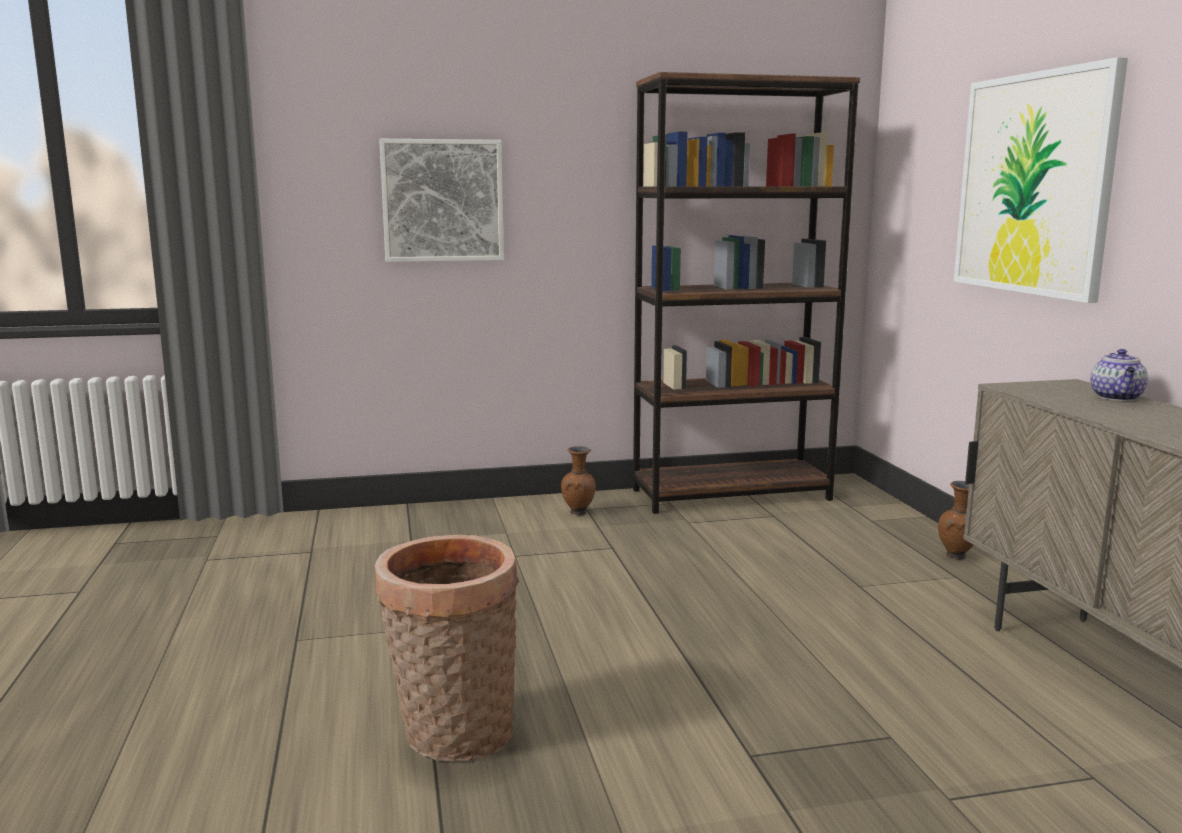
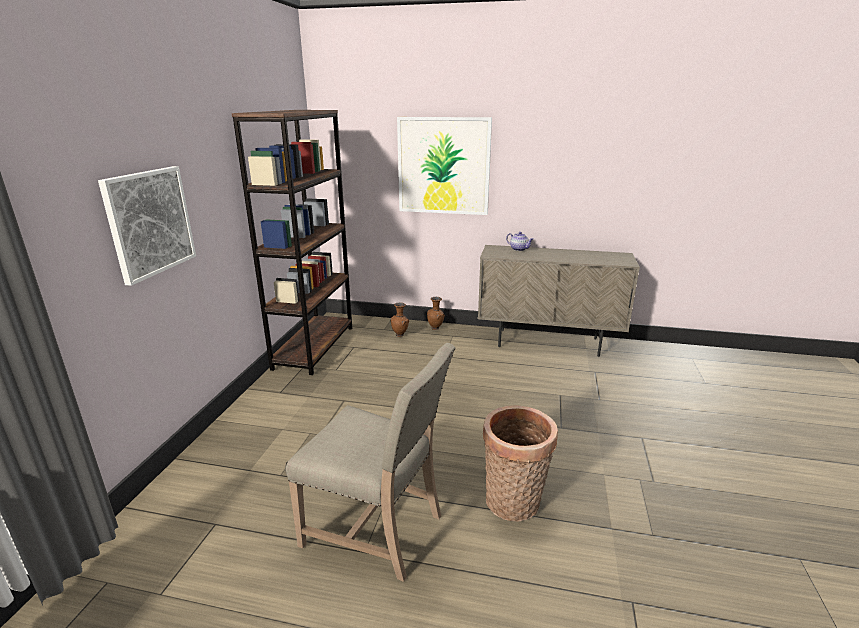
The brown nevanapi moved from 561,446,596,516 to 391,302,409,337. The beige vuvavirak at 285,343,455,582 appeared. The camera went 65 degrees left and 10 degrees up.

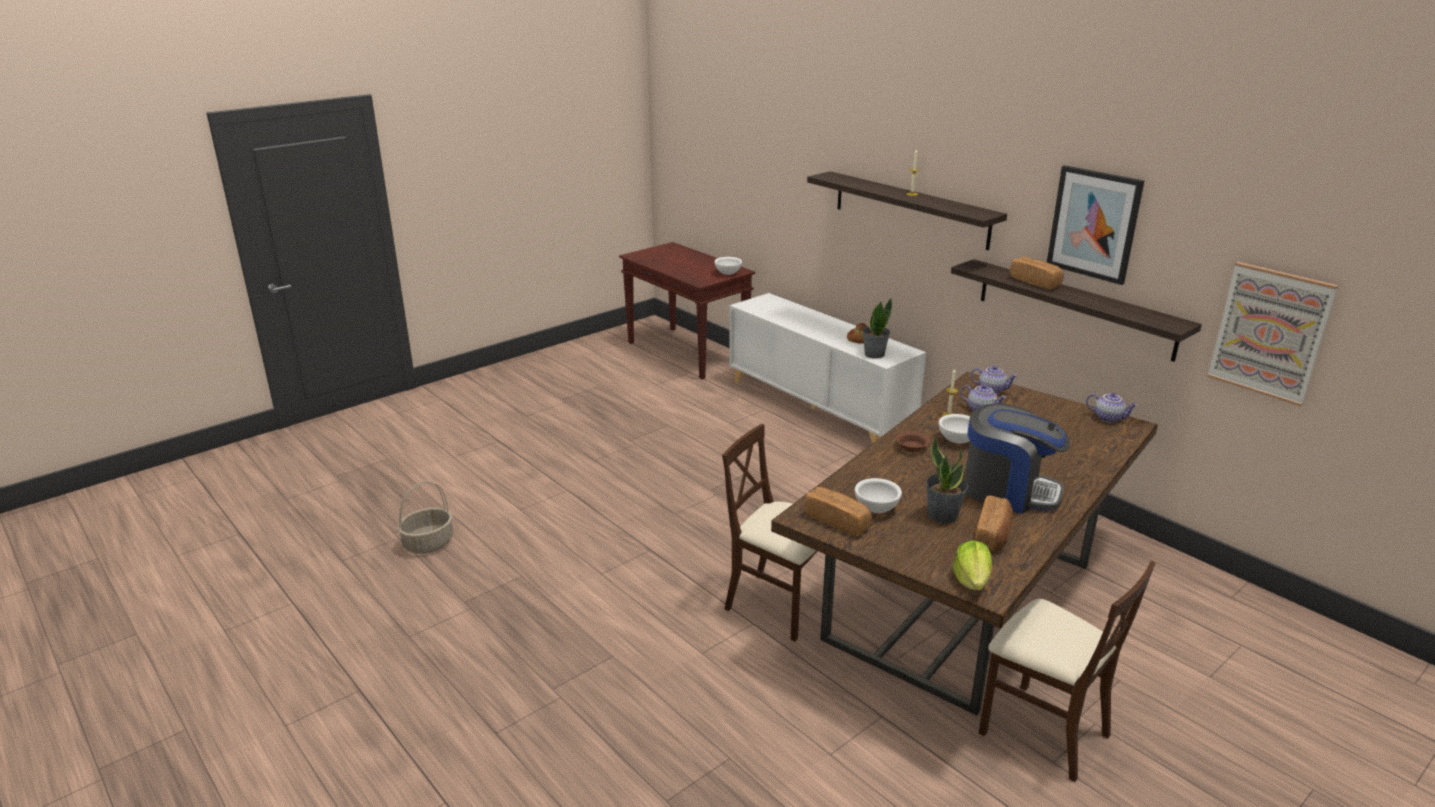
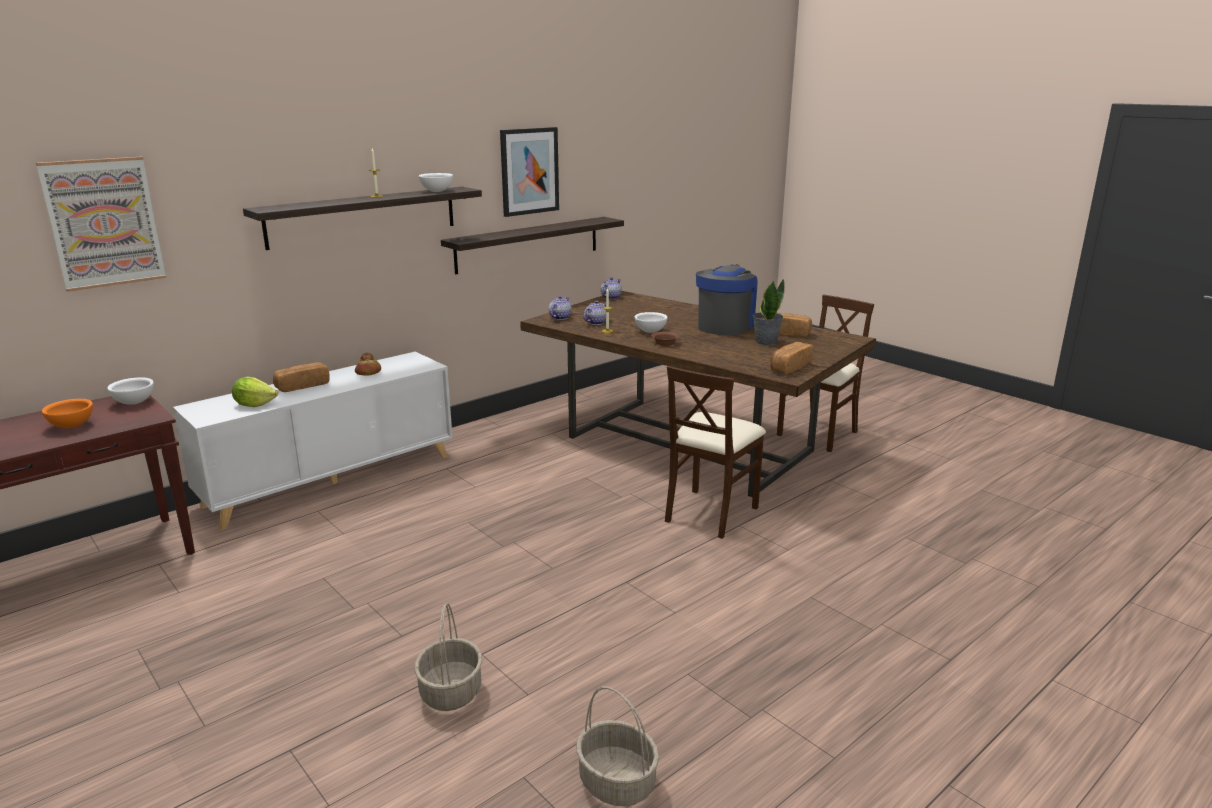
The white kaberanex moved from 855,478,902,513 to 419,173,453,192. The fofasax at 862,298,892,359 disappeared. The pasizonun moved from 953,540,992,590 to 232,376,278,407. The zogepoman moved from 1010,257,1064,290 to 273,362,330,392. The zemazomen moved from 1207,262,1338,406 to 36,157,166,292. The orange kaberanex at 42,399,93,428 appeared. The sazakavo at 415,603,482,711 appeared. The camera went 90 degrees left and 5 degrees down.

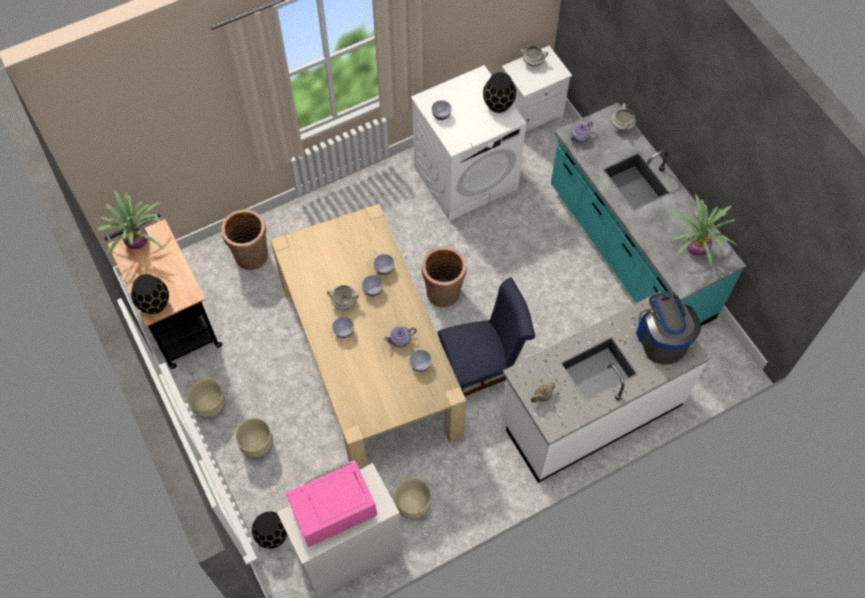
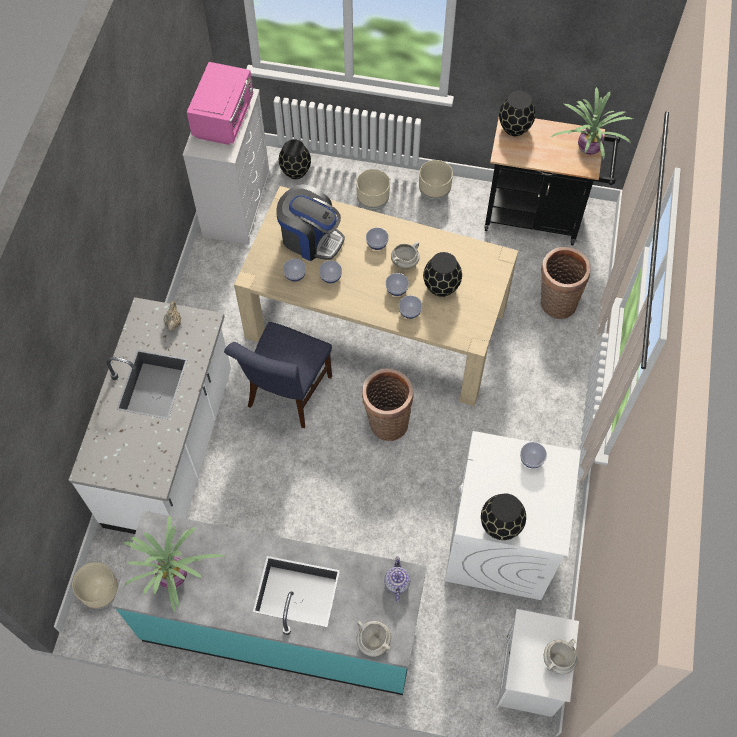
The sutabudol at 384,326,417,348 was replaced by the kaberanex at 319,260,342,283. The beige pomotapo moved from 395,478,431,520 to 72,562,118,609. The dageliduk moved from 636,292,701,365 to 276,184,345,261. The black nevanapi at 423,252,462,297 appeared. The camera went 130 degrees right and 0 degrees up.

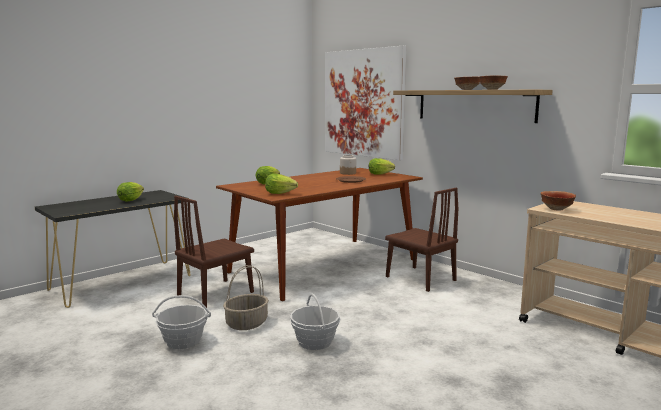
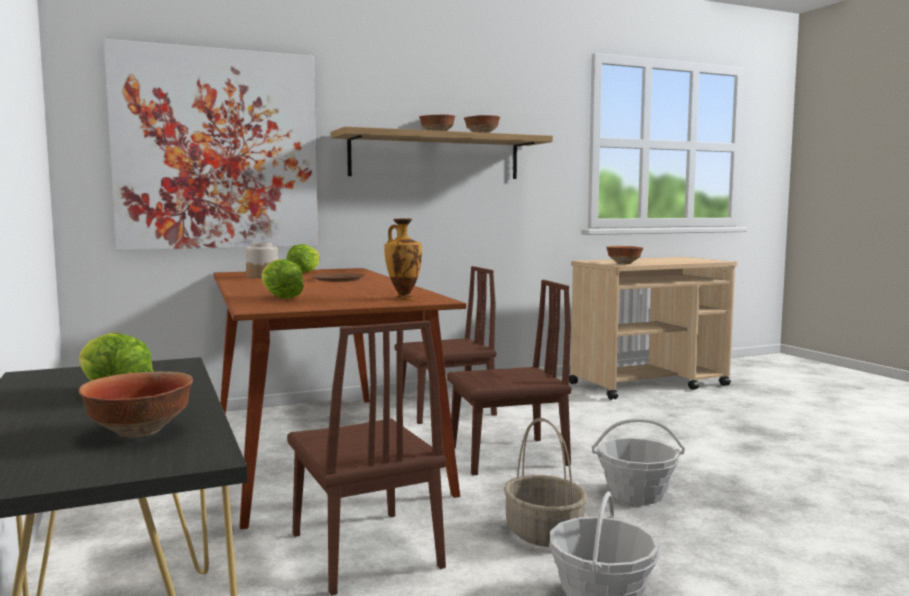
The pasizonun at 265,174,298,194 was replaced by the nevanapi at 384,218,422,300. The kaberanex at 79,371,193,438 appeared. The brown vuvavirak at 447,280,571,475 appeared. The camera went 70 degrees left and 5 degrees down.

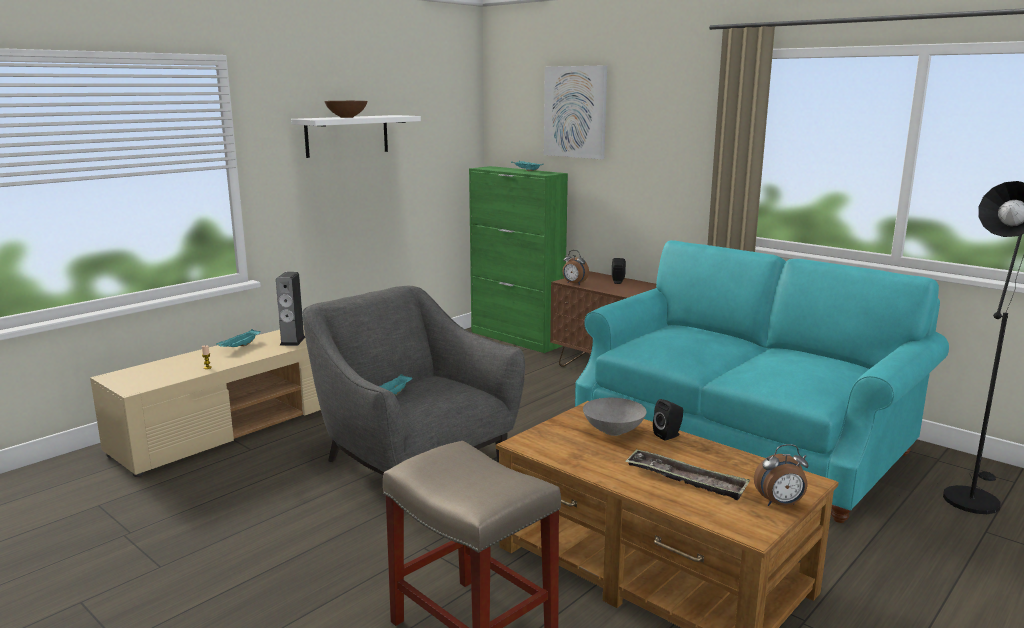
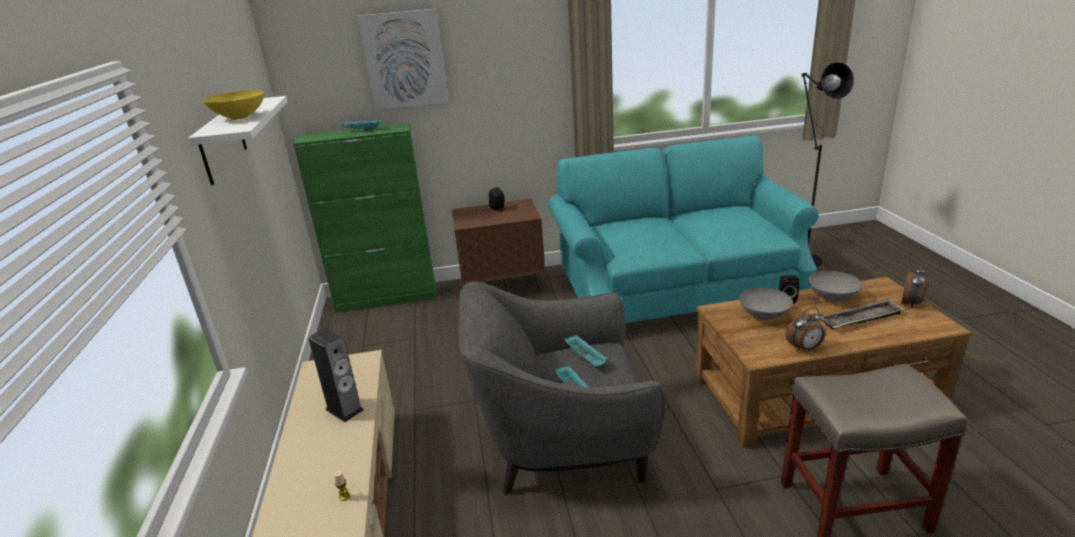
The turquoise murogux moved from 216,329,261,347 to 564,335,608,366. The brown kaberanex at 324,101,367,118 became the yellow kaberanex at 203,90,264,120. The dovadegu moved from 563,250,589,285 to 786,307,826,352. The grey kaberanex at 808,271,862,301 appeared. The camera went 50 degrees left and 10 degrees up.

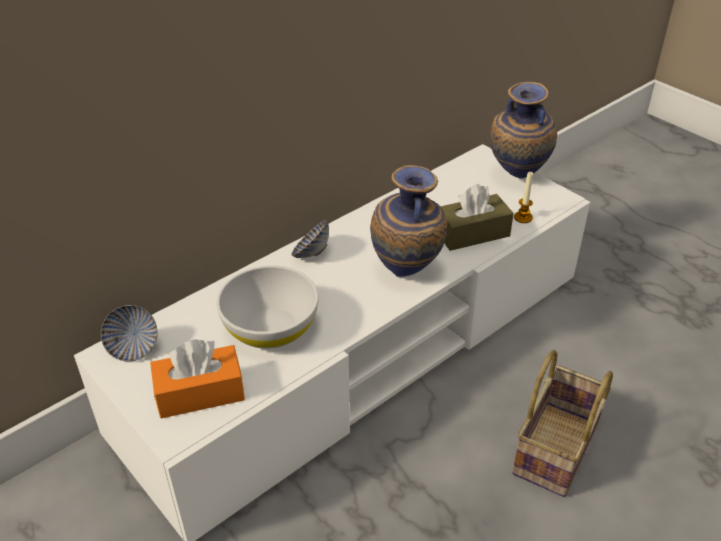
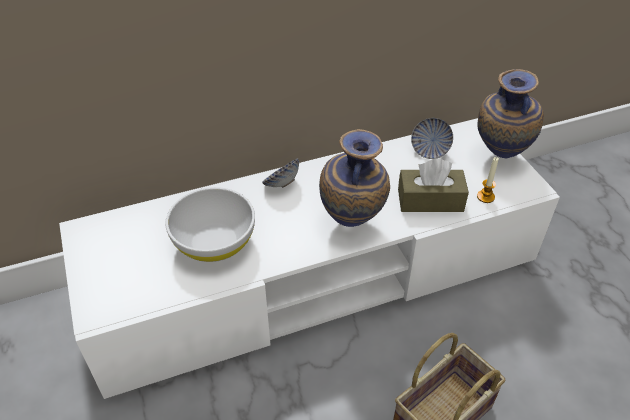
The kaberanex moved from 101,305,158,361 to 411,118,453,159. The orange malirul at 150,339,245,418 disappeared. The camera went 20 degrees right and 5 degrees up.

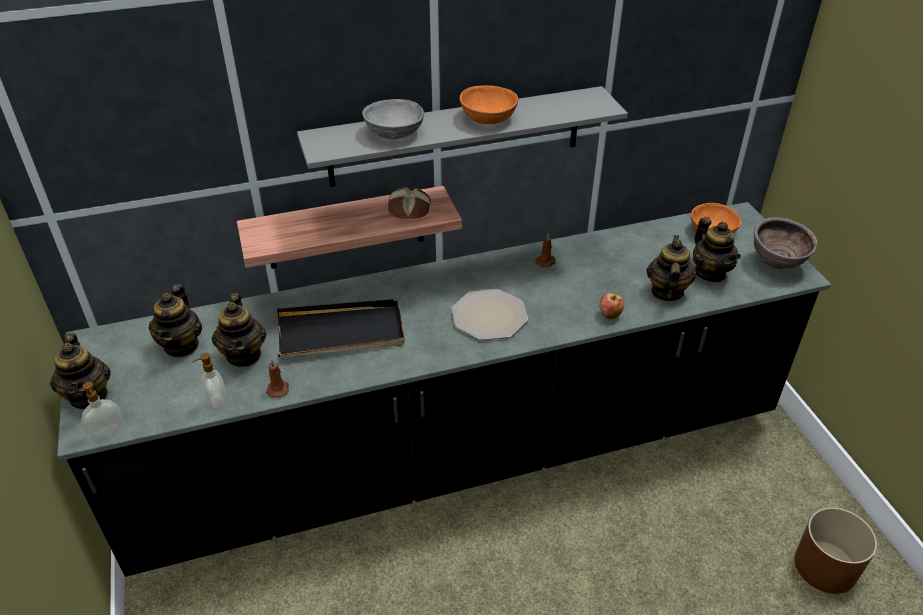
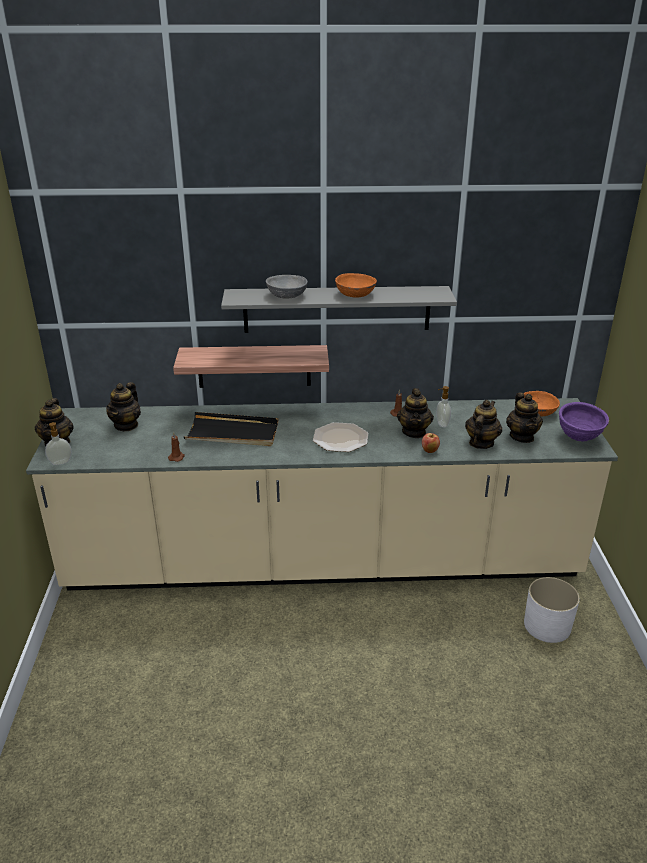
The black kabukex at 57,202,831,577 became the beige kabukex at 26,398,618,590. The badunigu moved from 192,353,226,410 to 436,386,451,427. The sutabudol moved from 212,293,266,367 to 397,388,434,438. The zogepoman at 388,187,431,219 disappeared. The brown kaberanex at 754,217,818,269 became the purple kaberanex at 559,402,609,442. The brown pomotapo at 795,507,877,594 disappeared. The white pomotapo at 524,577,580,643 appeared. The camera went 15 degrees right and 10 degrees down.

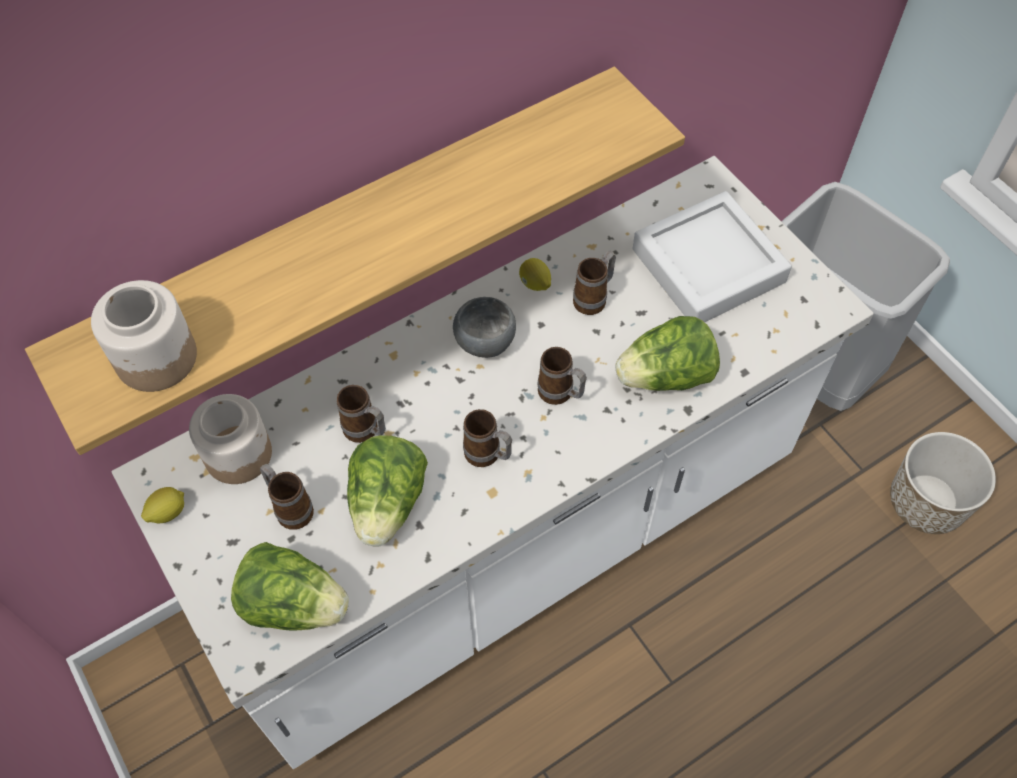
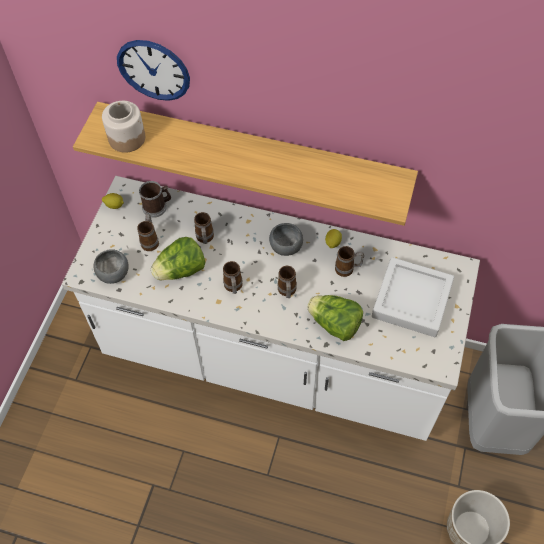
The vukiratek at 189,394,272,484 was replaced by the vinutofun at 139,181,171,218. The pasizonun at 231,542,349,631 was replaced by the grey kaberanex at 93,249,129,284. The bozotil at 117,40,190,101 appeared. The camera went 50 degrees right and 0 degrees up.

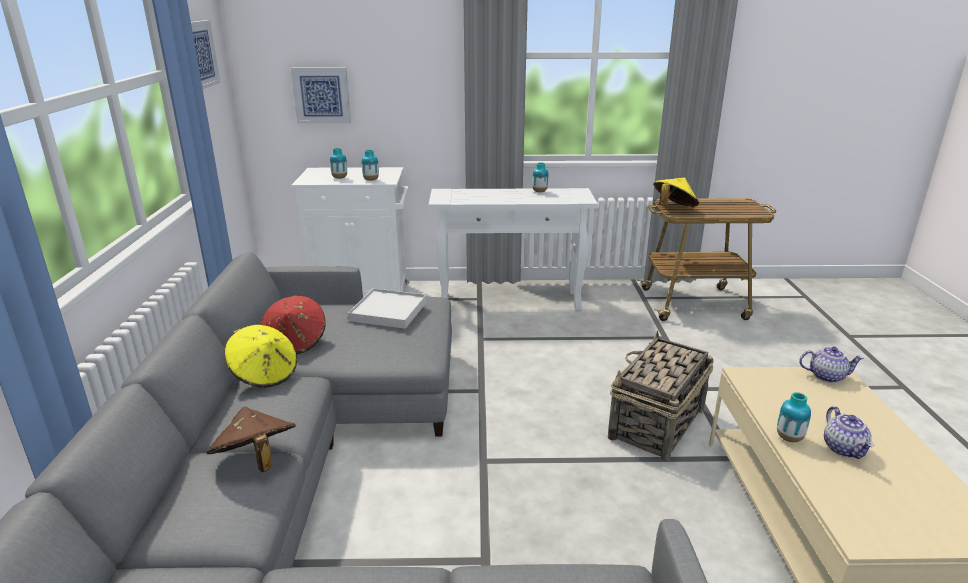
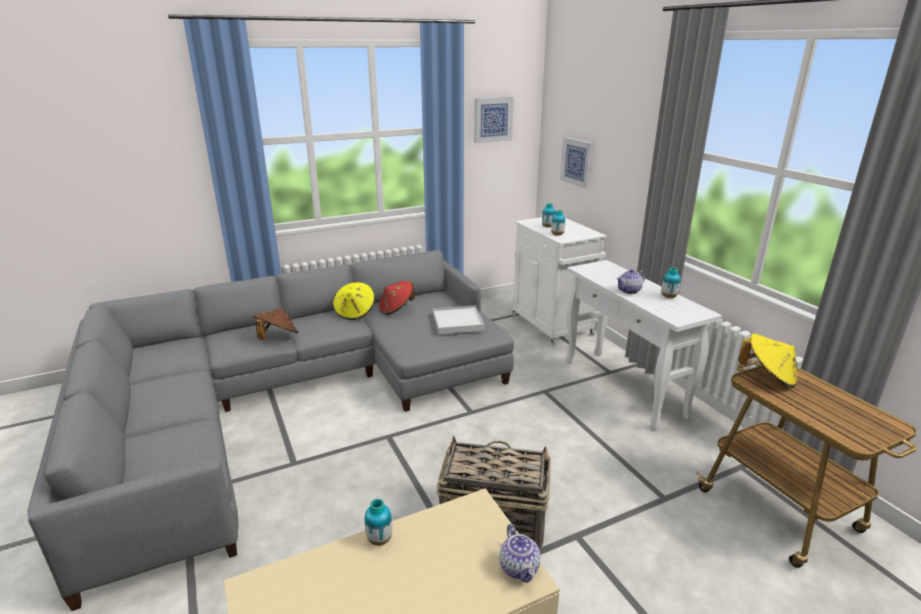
The sutabudol moved from 824,406,874,459 to 617,269,645,294. The camera went 65 degrees right and 0 degrees up.

